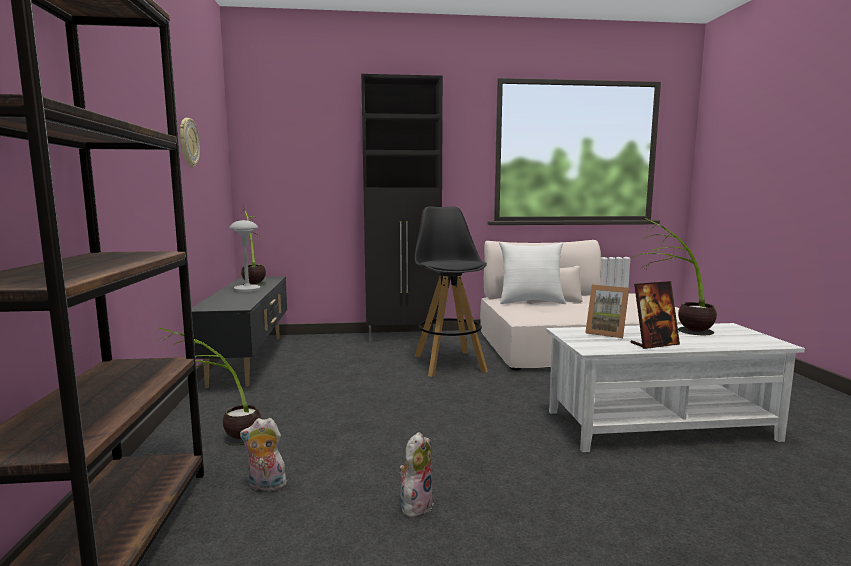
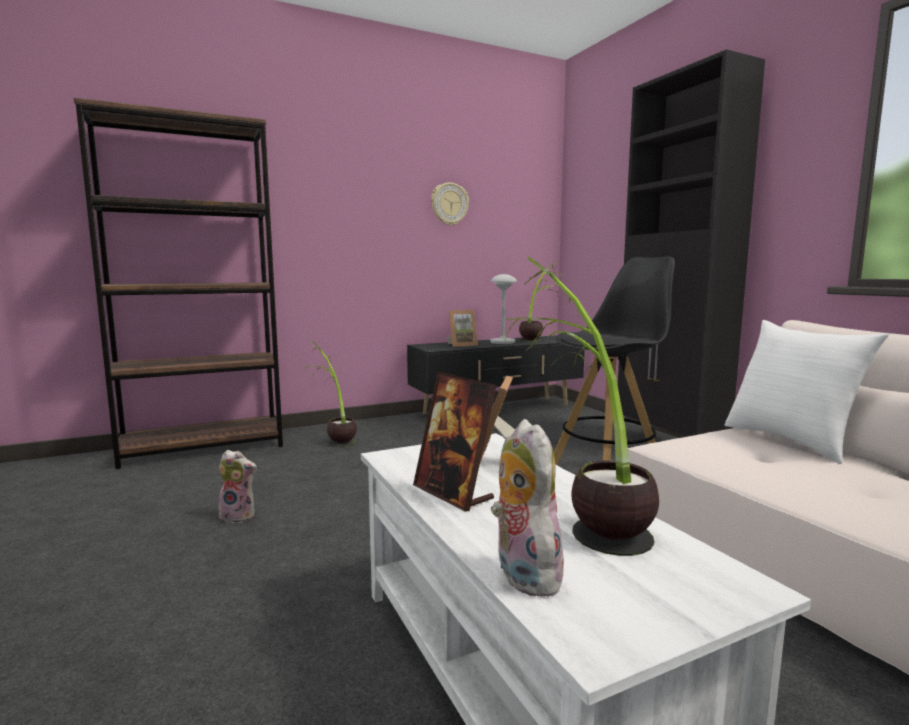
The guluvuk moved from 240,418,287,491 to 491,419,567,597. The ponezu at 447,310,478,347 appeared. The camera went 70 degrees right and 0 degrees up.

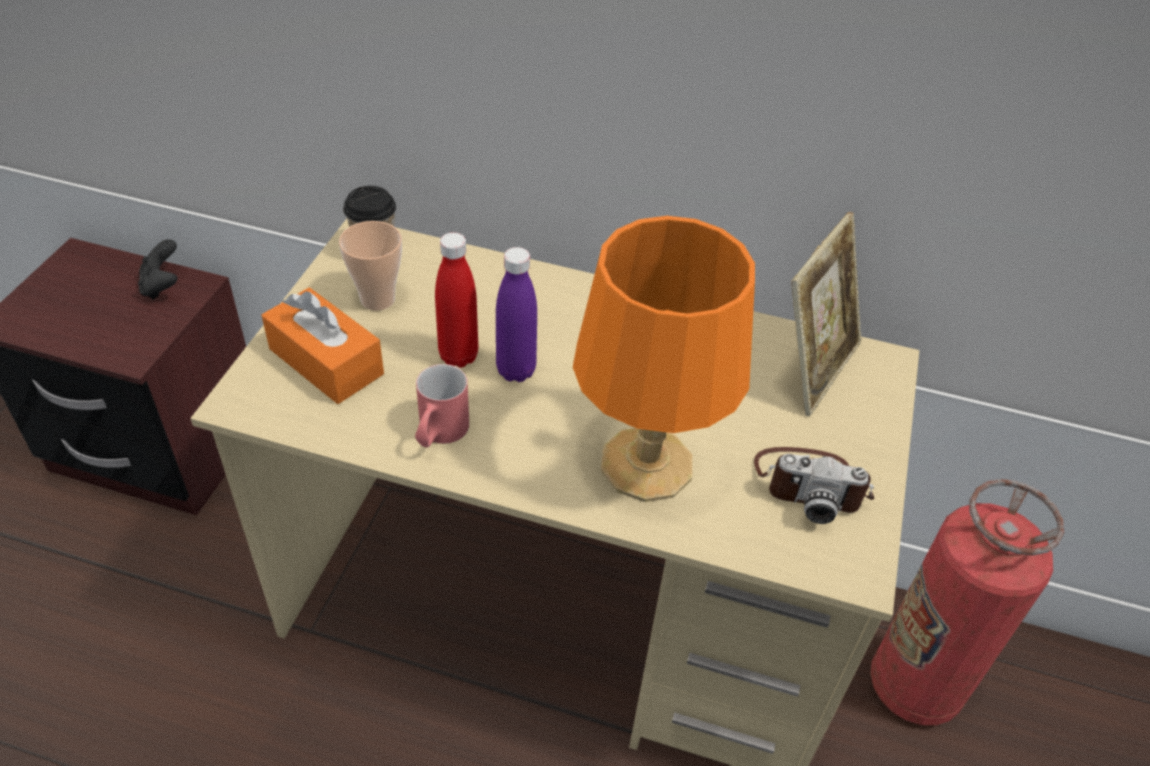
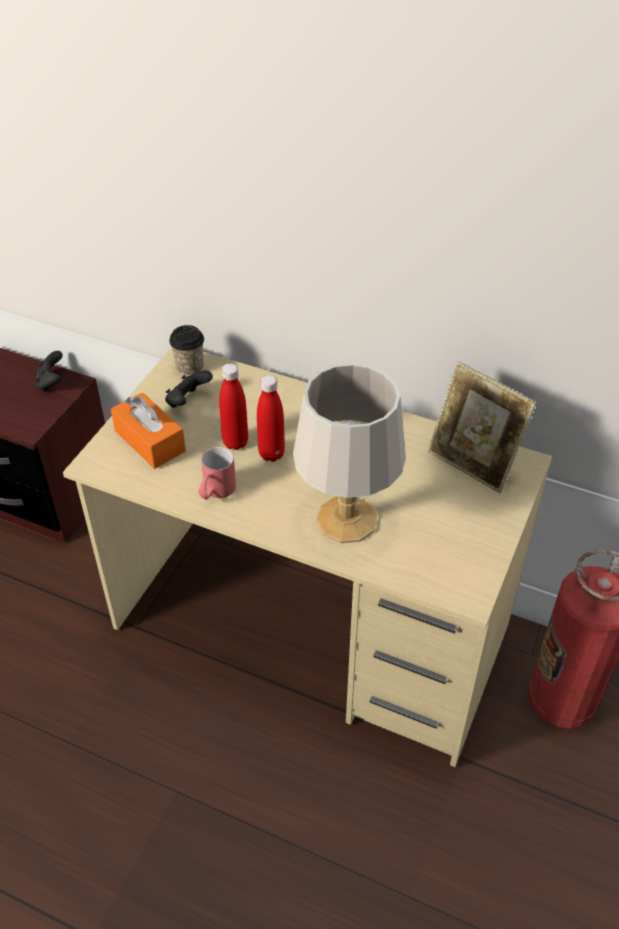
The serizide at 339,221,402,311 was replaced by the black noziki at 165,370,213,408. The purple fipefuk at 496,247,537,382 became the red fipefuk at 257,375,285,462. The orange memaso at 573,216,755,502 became the grey memaso at 293,363,406,543. The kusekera at 754,447,874,524 disappeared. The ponezu at 791,212,862,416 turned 90 degrees clockwise. The camera went 10 degrees right and 0 degrees up.

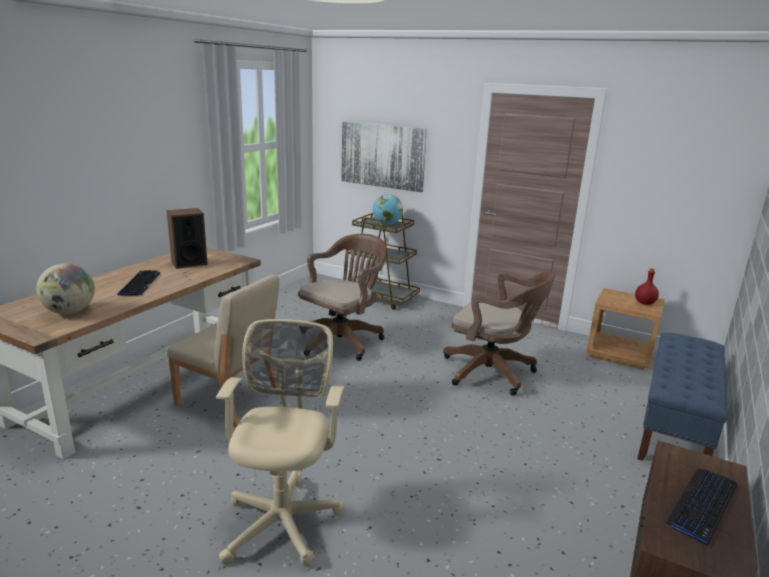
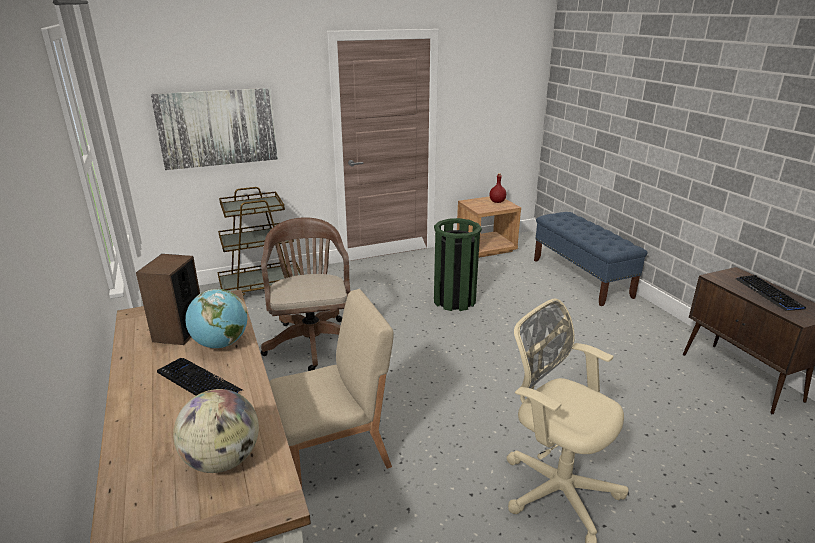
The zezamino moved from 373,194,403,225 to 185,289,247,348. The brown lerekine at 443,272,556,396 was replaced by the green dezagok at 434,218,482,311. The camera went 50 degrees left and 5 degrees up.

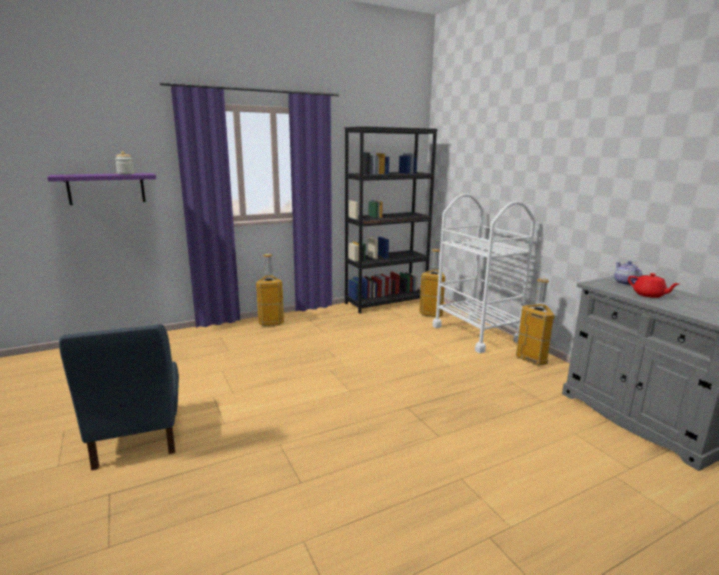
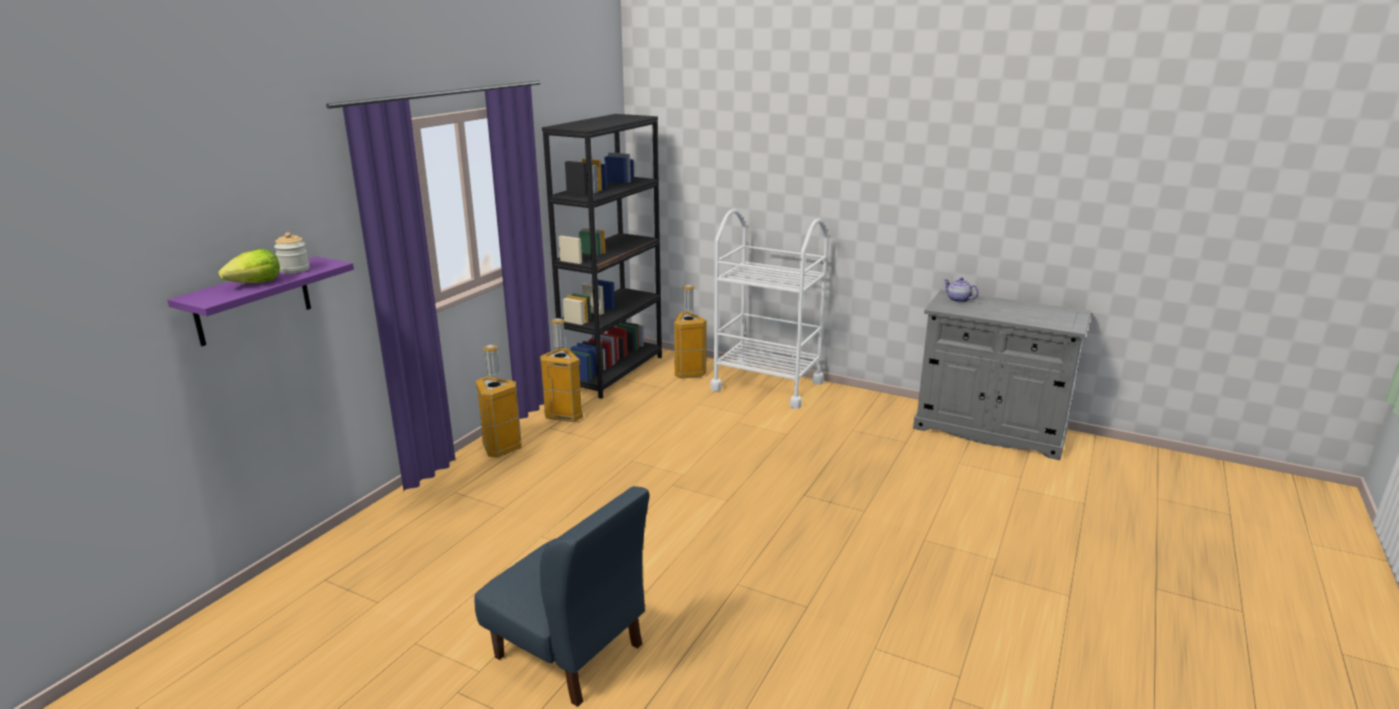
The dezagok moved from 516,278,555,366 to 540,318,583,422. The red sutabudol at 628,273,679,298 disappeared. The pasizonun at 218,249,280,283 appeared. The camera went 35 degrees left and 5 degrees up.

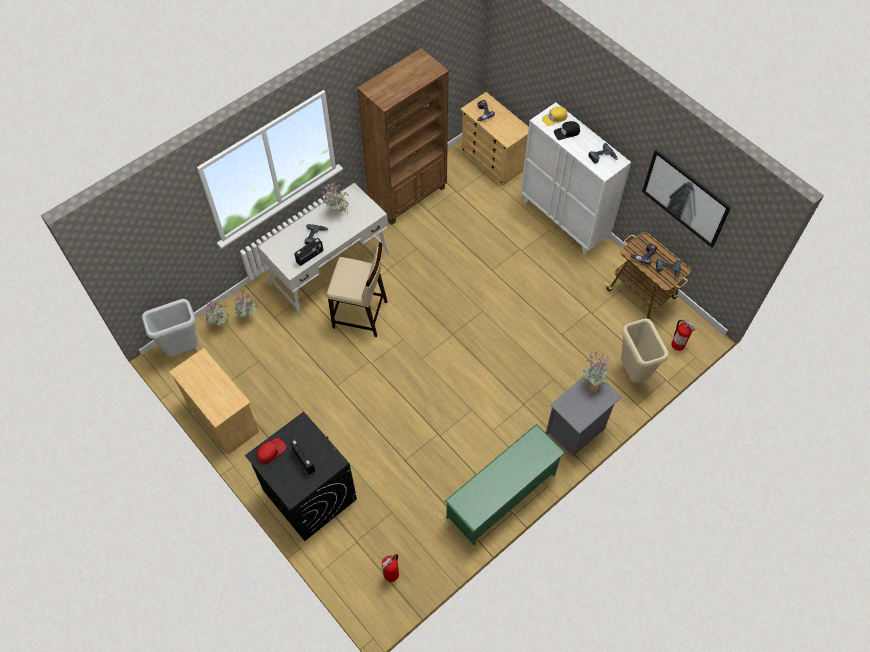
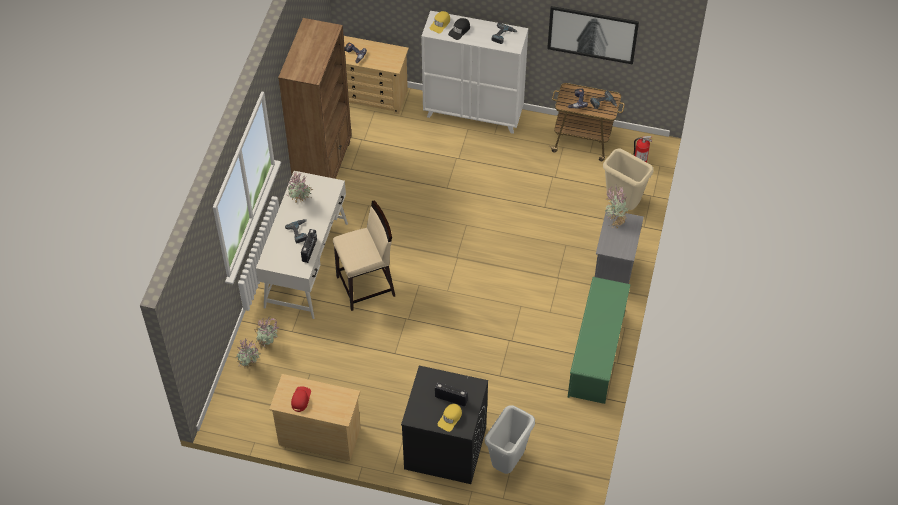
The grey dezagok moved from 142,299,198,356 to 485,405,535,474. The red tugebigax moved from 257,438,286,464 to 291,386,311,412. The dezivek at 381,554,399,582 disappeared. The yellow tugebigax at 438,404,462,432 appeared. The camera went 35 degrees left and 5 degrees down.

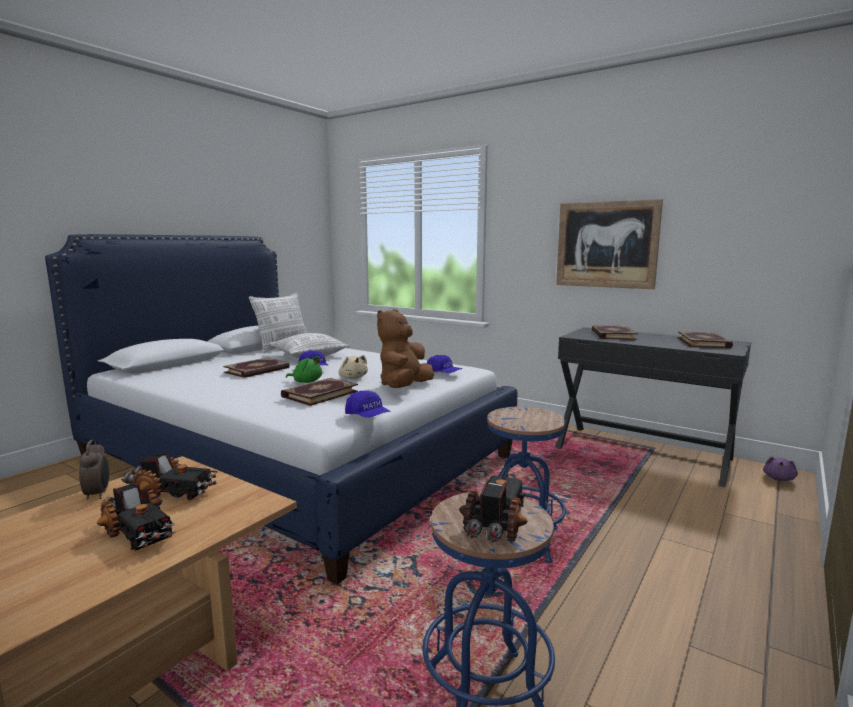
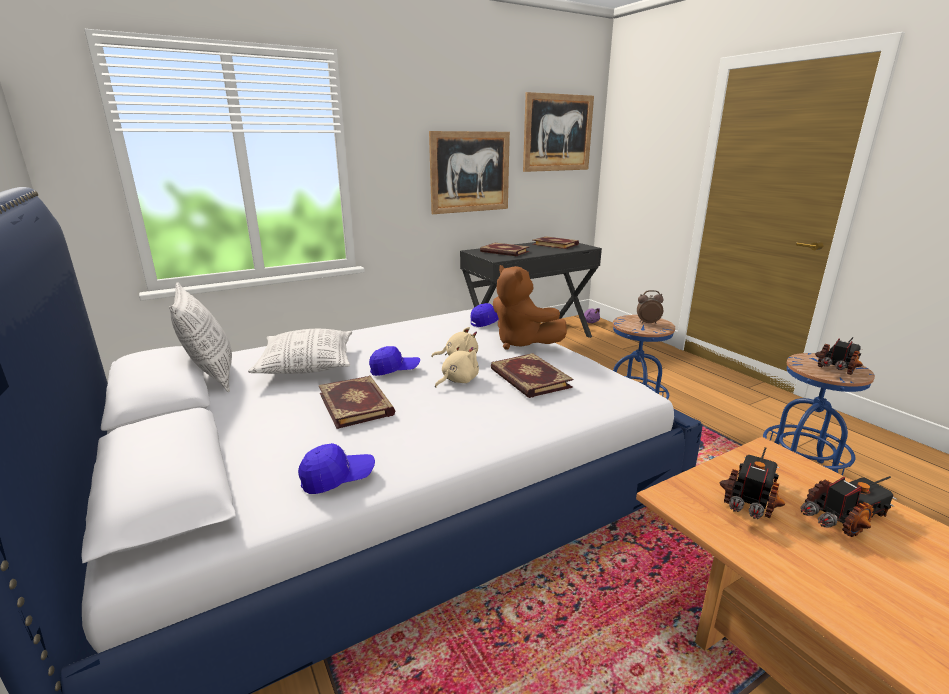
The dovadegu moved from 79,440,109,500 to 637,290,664,324. The green guluvuk at 286,356,322,383 became the beige guluvuk at 435,344,479,388. The blue tugebigax moved from 345,391,391,418 to 298,443,375,494. The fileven at 459,466,528,542 turned 90 degrees clockwise. The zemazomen at 523,92,594,172 appeared. The camera went 65 degrees left and 10 degrees up.

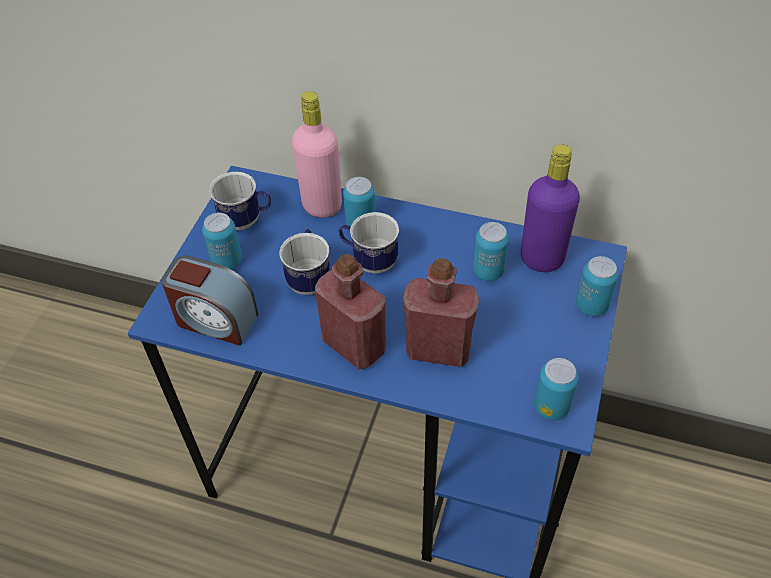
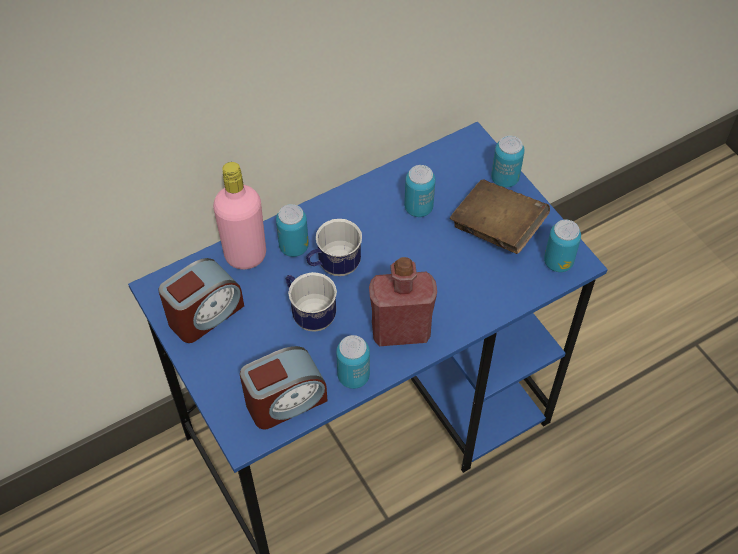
The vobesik moved from 202,213,242,269 to 336,335,370,389. The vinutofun at 209,172,271,230 was replaced by the dovadegu at 158,258,244,343. The red fipefuk at 403,258,479,367 disappeared. The purple fipefuk at 521,144,580,272 disappeared. The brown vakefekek at 450,179,550,254 appeared. The camera went 50 degrees left and 5 degrees up.

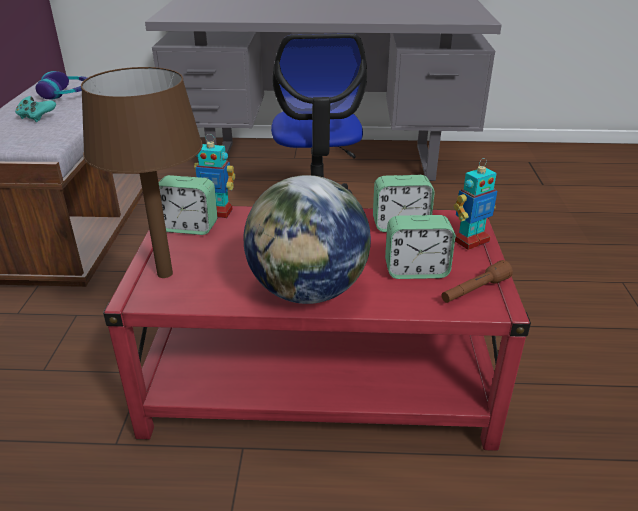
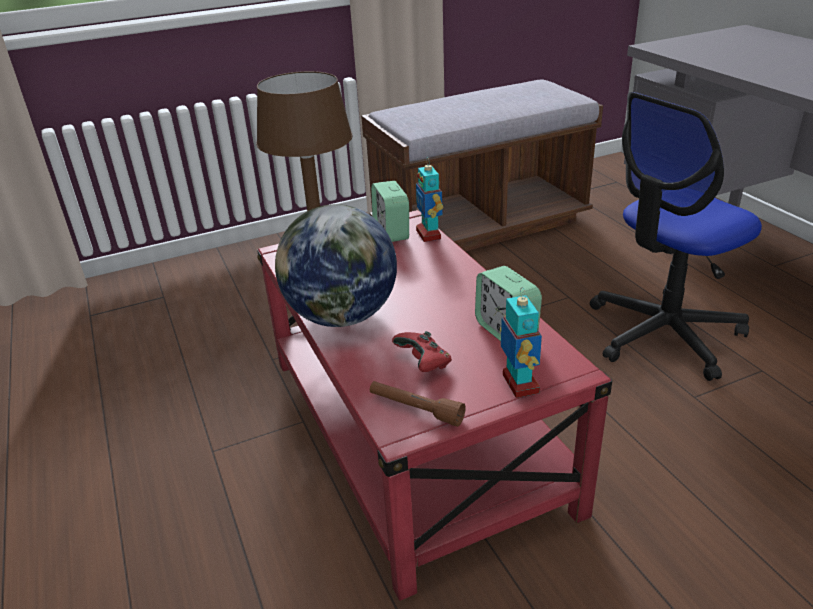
The turquoise noziki at 15,96,56,122 disappeared. The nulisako at 36,71,87,100 disappeared. The dovadegu at 385,215,455,279 was replaced by the red noziki at 392,331,452,372. The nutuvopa at 454,158,497,250 turned 135 degrees counterclockwise. The camera went 65 degrees right and 0 degrees up.

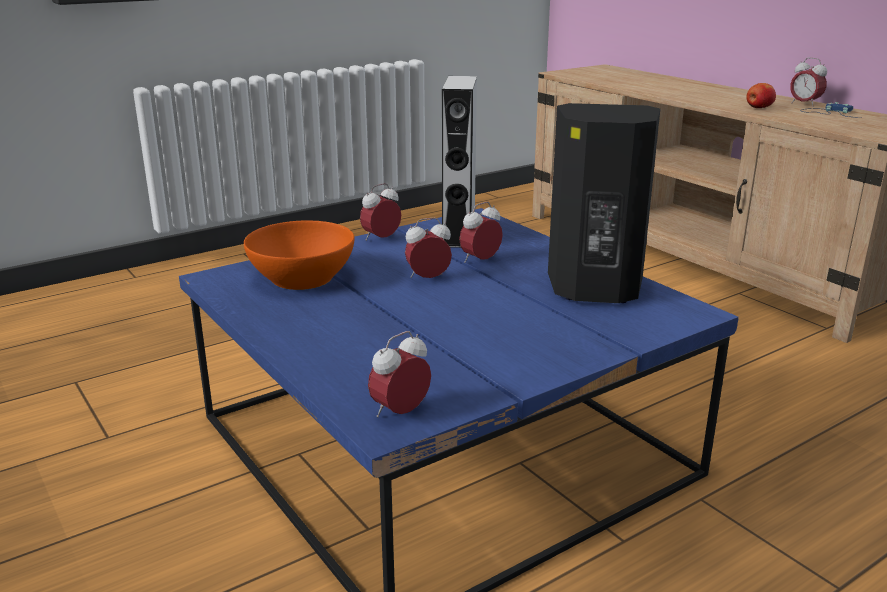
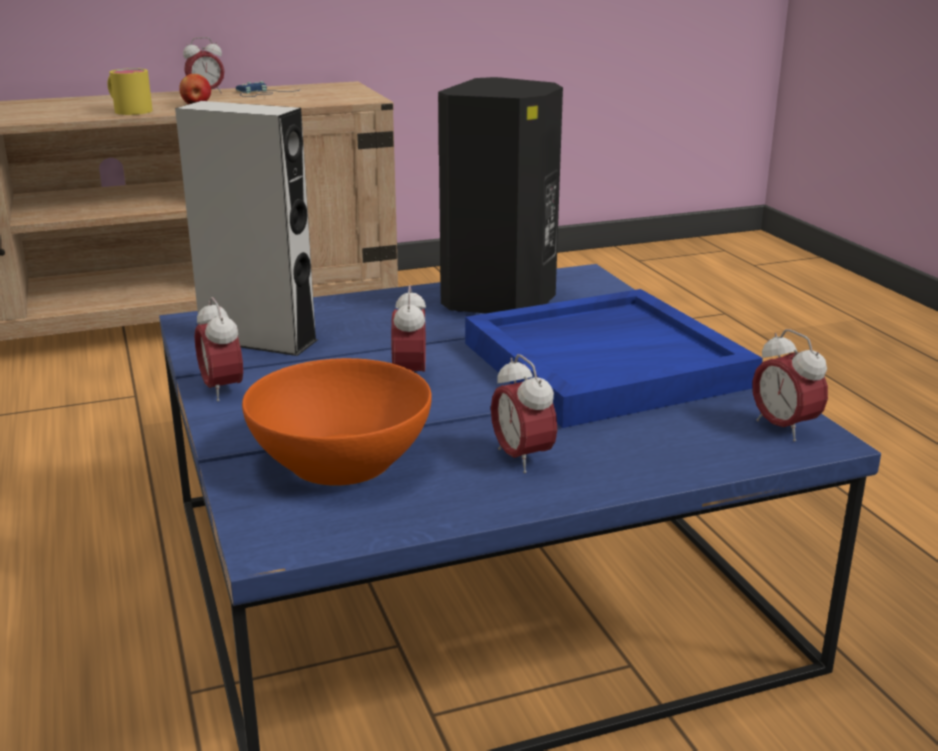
The dovadegu moved from 459,202,503,263 to 491,354,557,473. The yellow vinutofun at 107,68,153,115 appeared. The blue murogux at 465,289,763,428 appeared. The camera went 75 degrees left and 0 degrees up.

